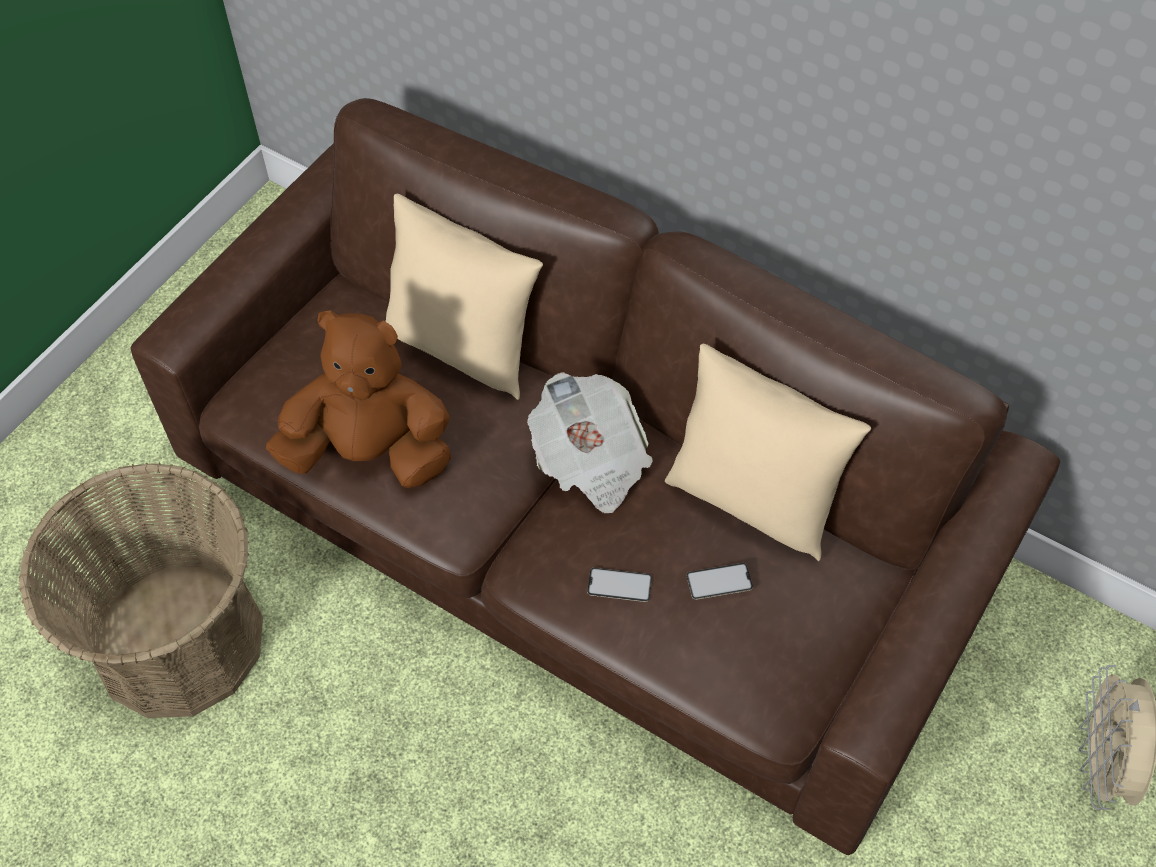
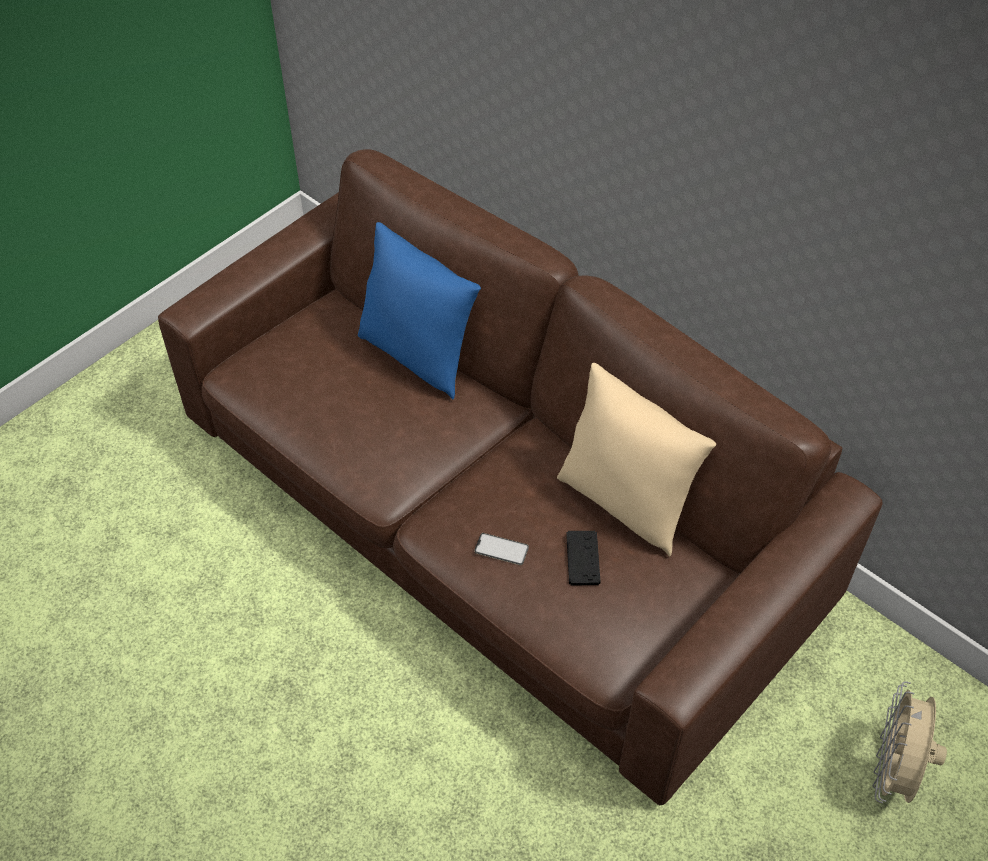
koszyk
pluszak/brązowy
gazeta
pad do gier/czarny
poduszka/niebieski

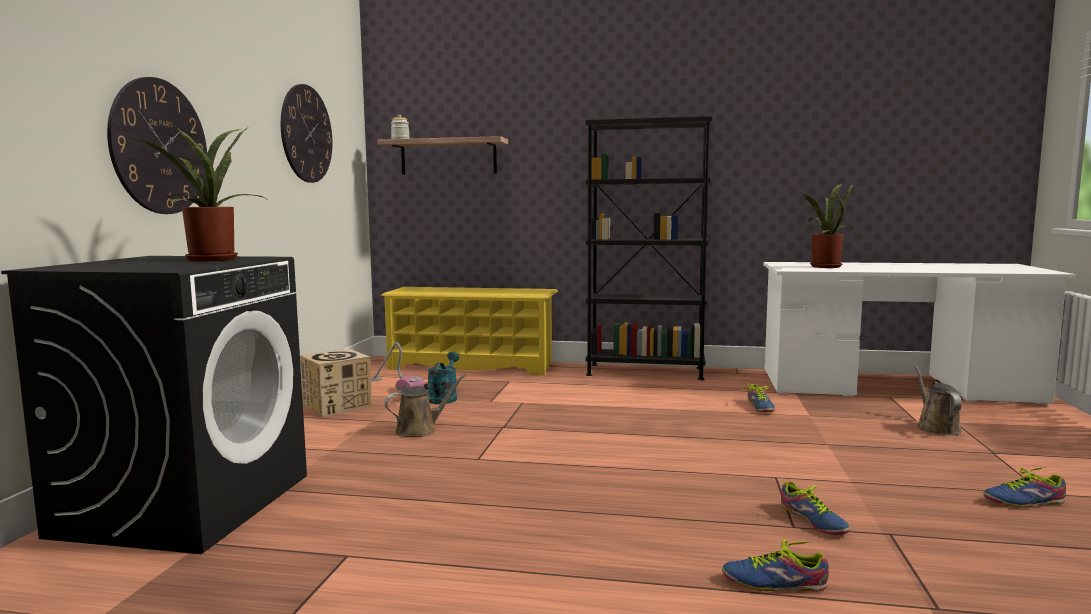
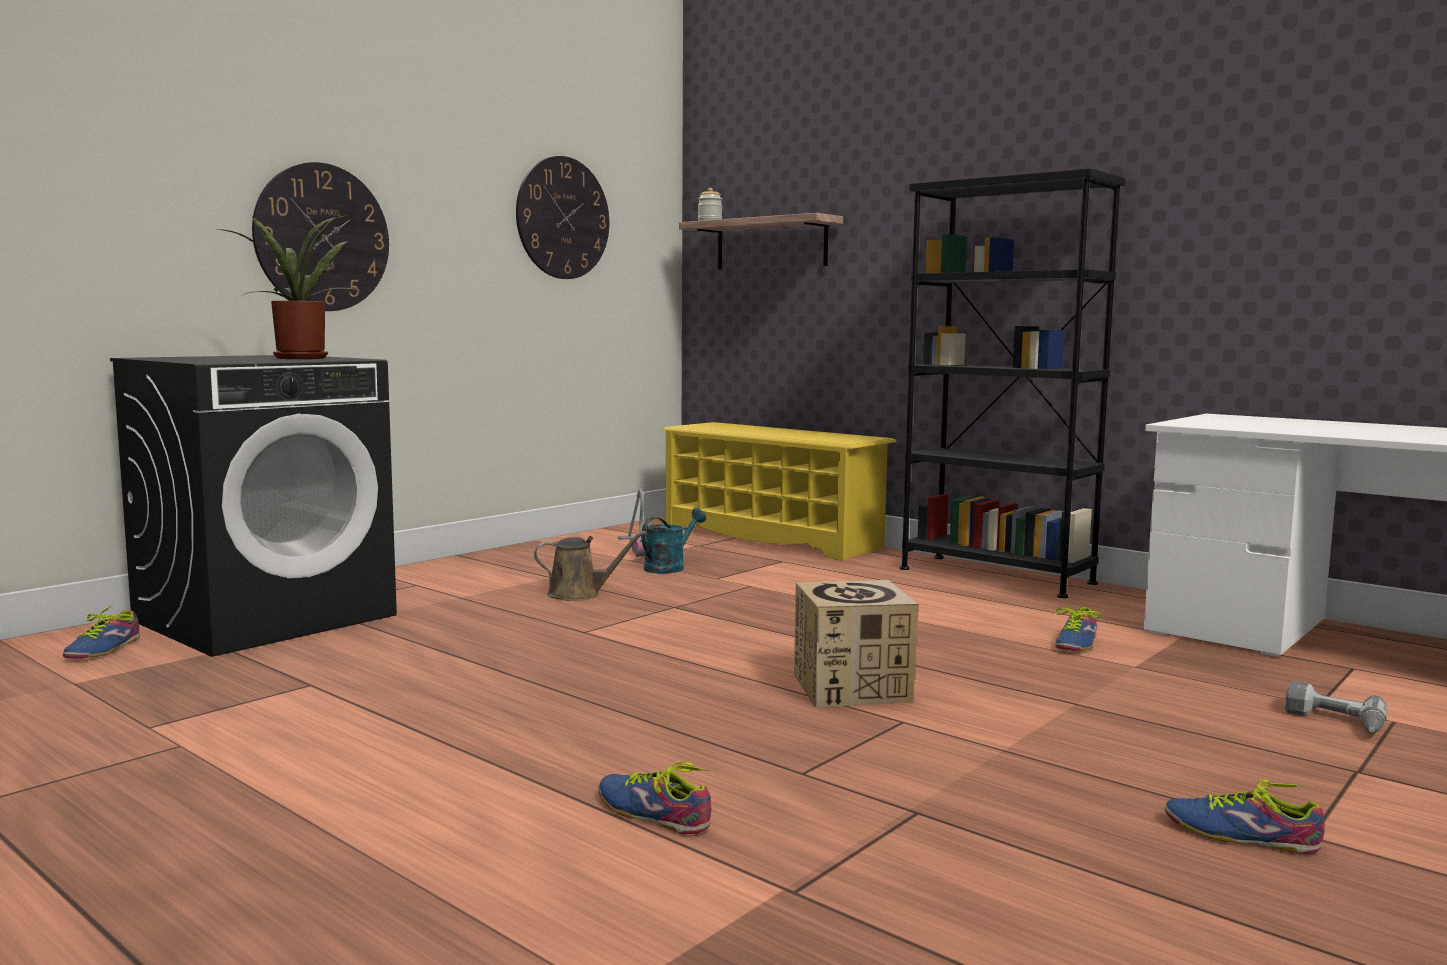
roślina doniczkowa (no. 2 from left in the first image)
karton
but (no. 1 from left)
wiertarka

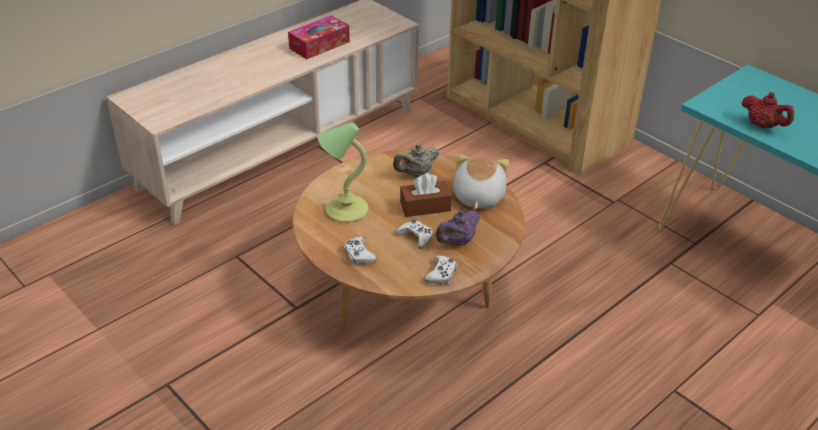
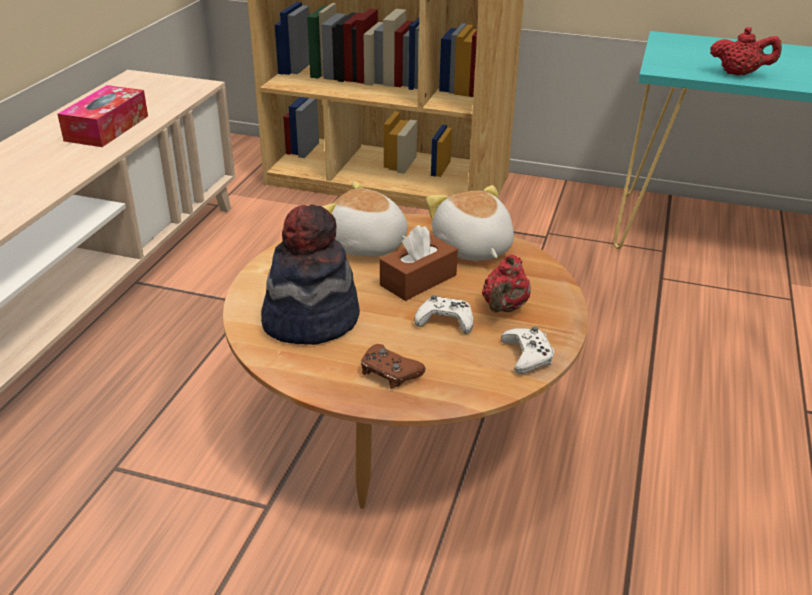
kapelusz
pluszak (no. 1 from left)
pad do gier/brązowy
imbryk/czerwony (no. 1 from left)

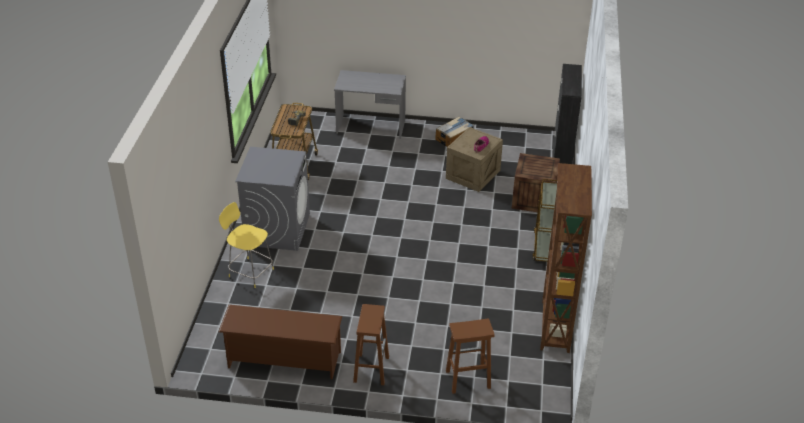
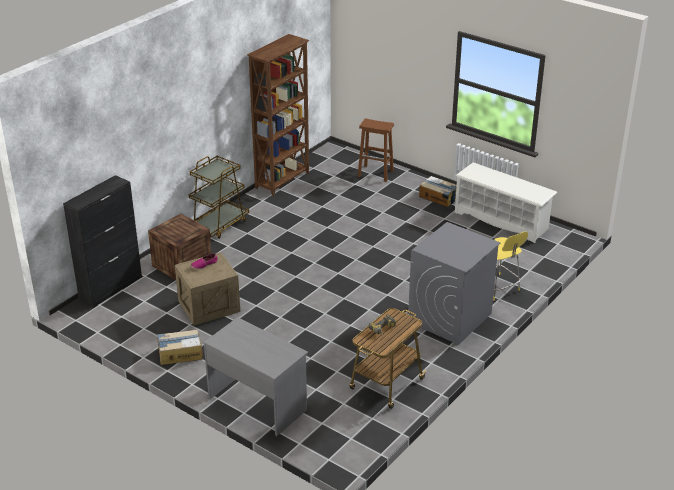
karton (no. 2 from left)
regał na buty/biały

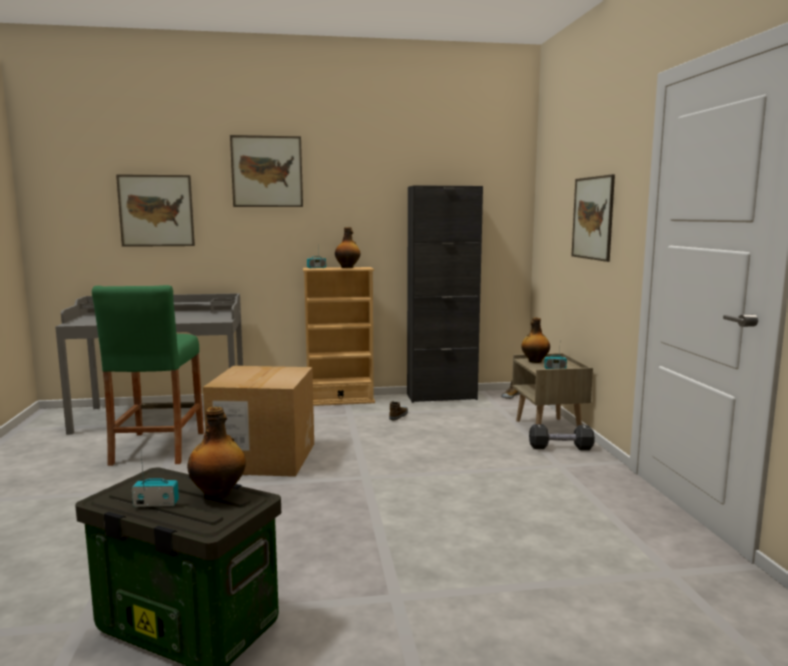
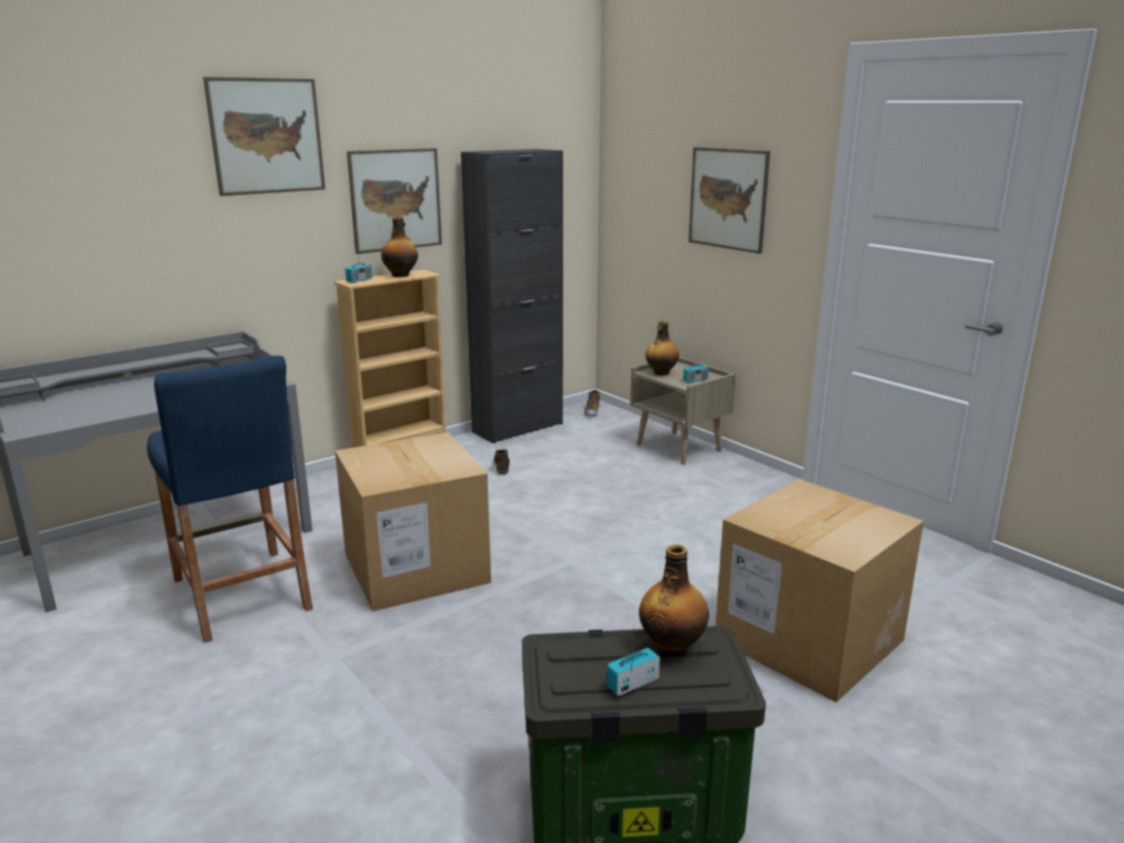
hantel/czarny
karton (no. 2 from left)
obraz (no. 2 from left)
stołek/niebieski

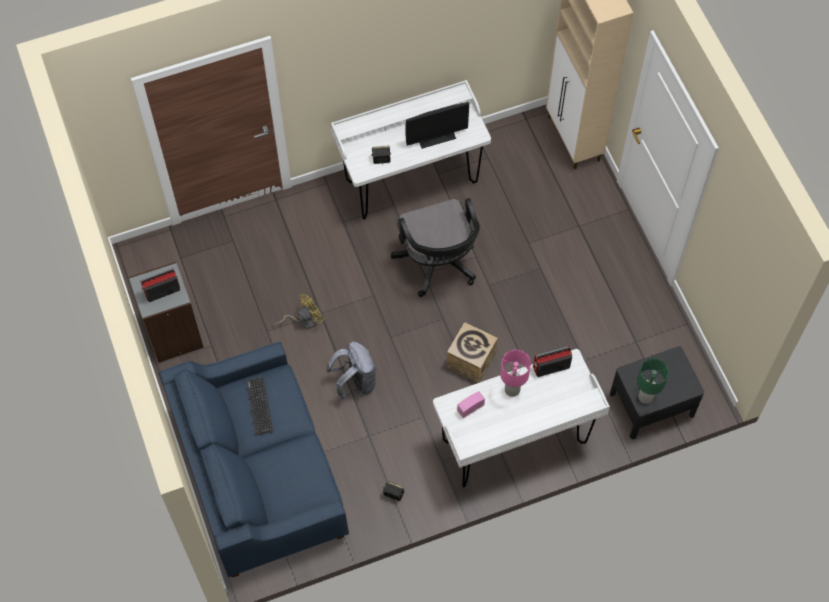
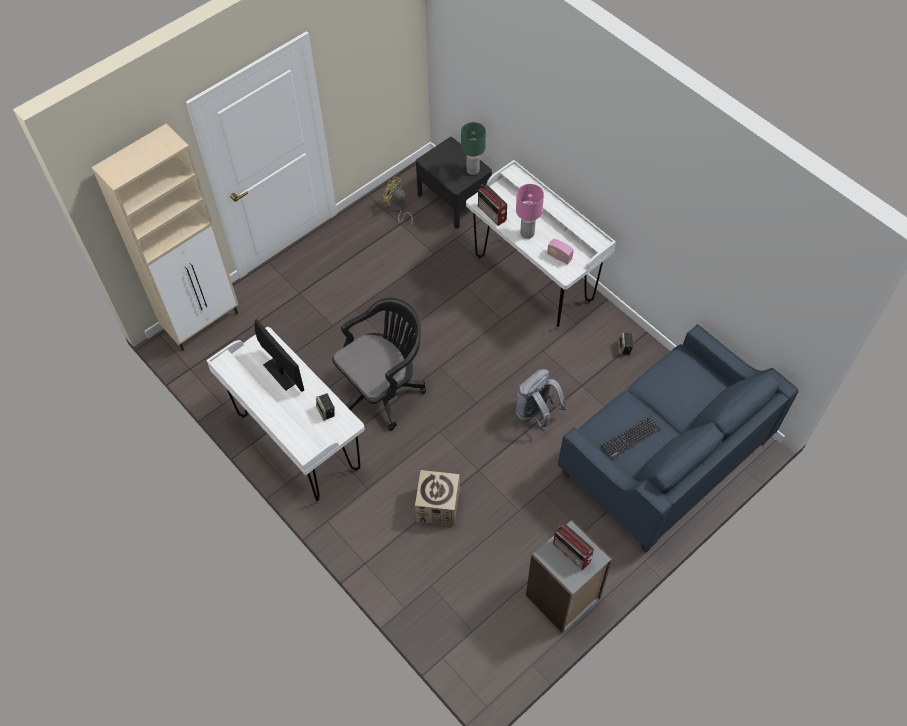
wentylator/żółty
karton

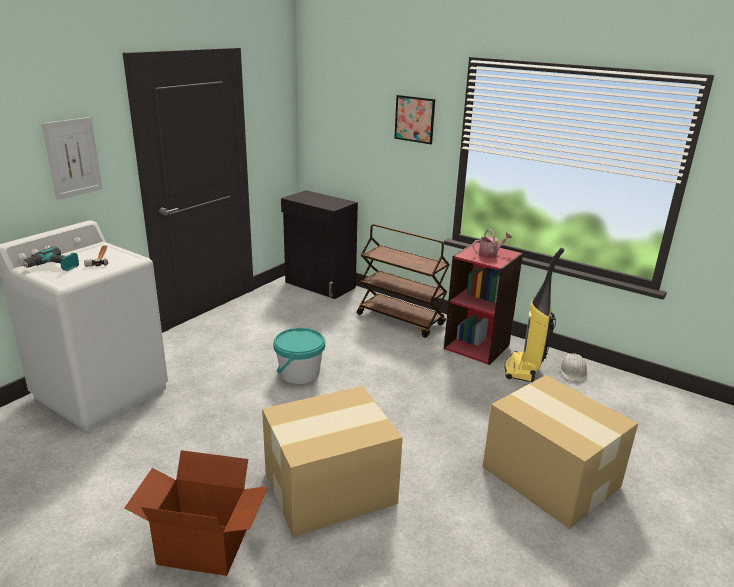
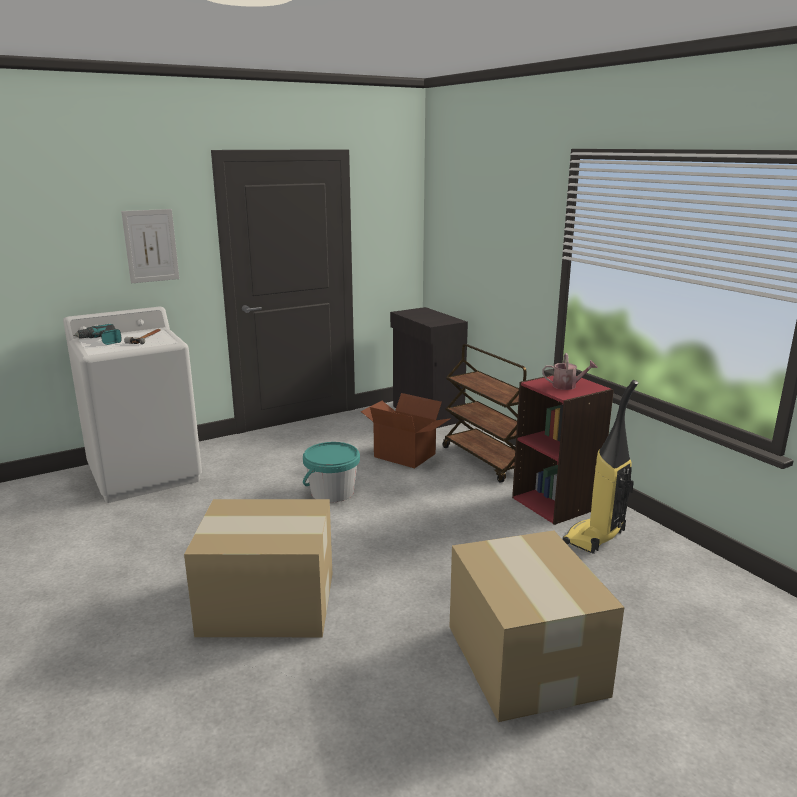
obraz (no. 2 from left in the first image)
kask/biały
karton (no. 2 from left)

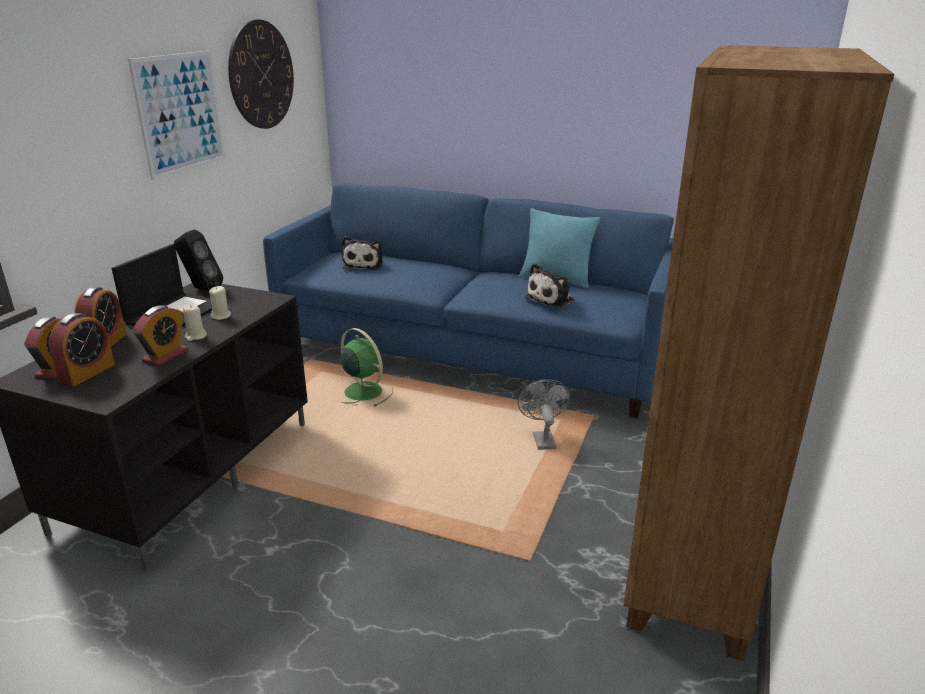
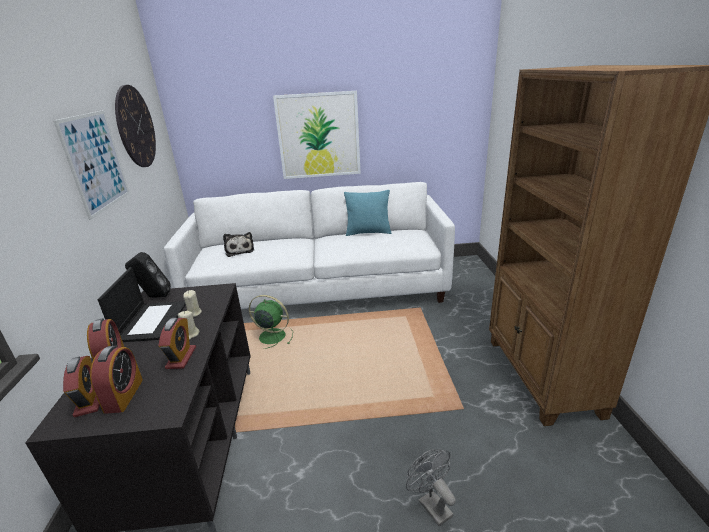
pluszak (no. 2 from left in the first image)
obraz (no. 2 from left)
wentylator/szary
kanapa/biały

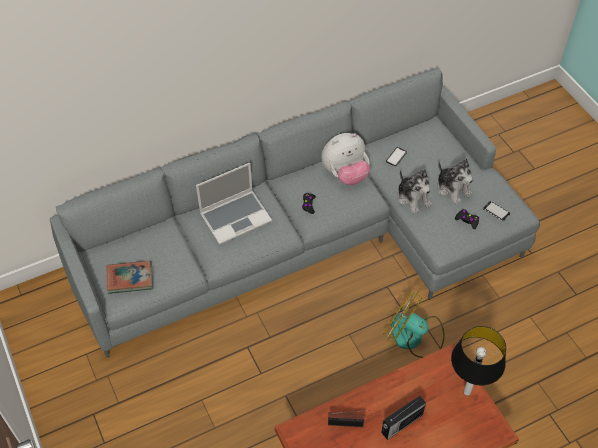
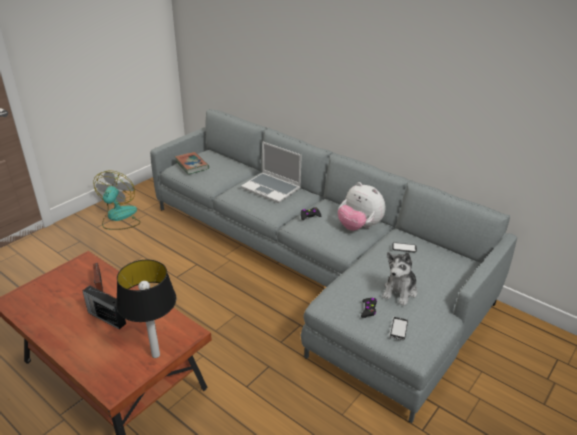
pluszak (no. 2 from left in the first image)
wentylator

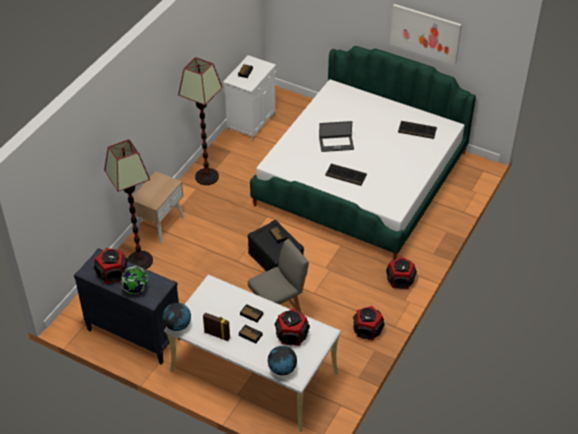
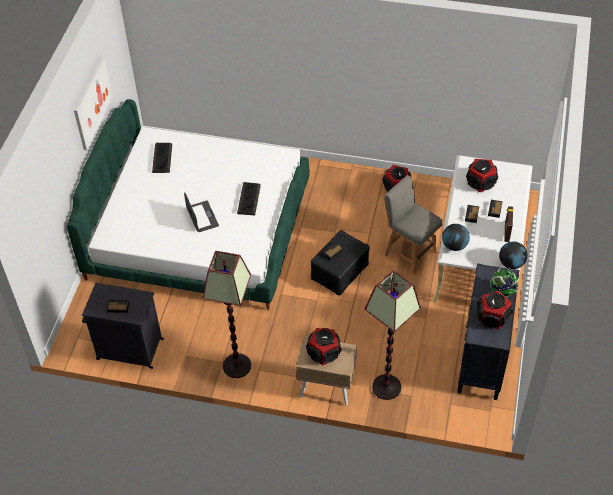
globus (no. 1 from left)
głośnik (no. 1 from left)
szafka/czarny

